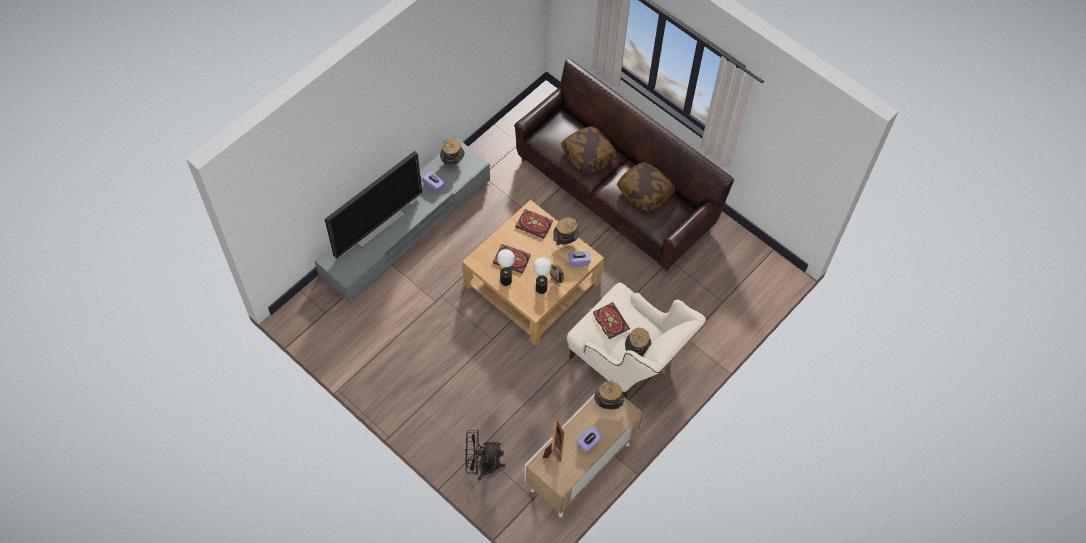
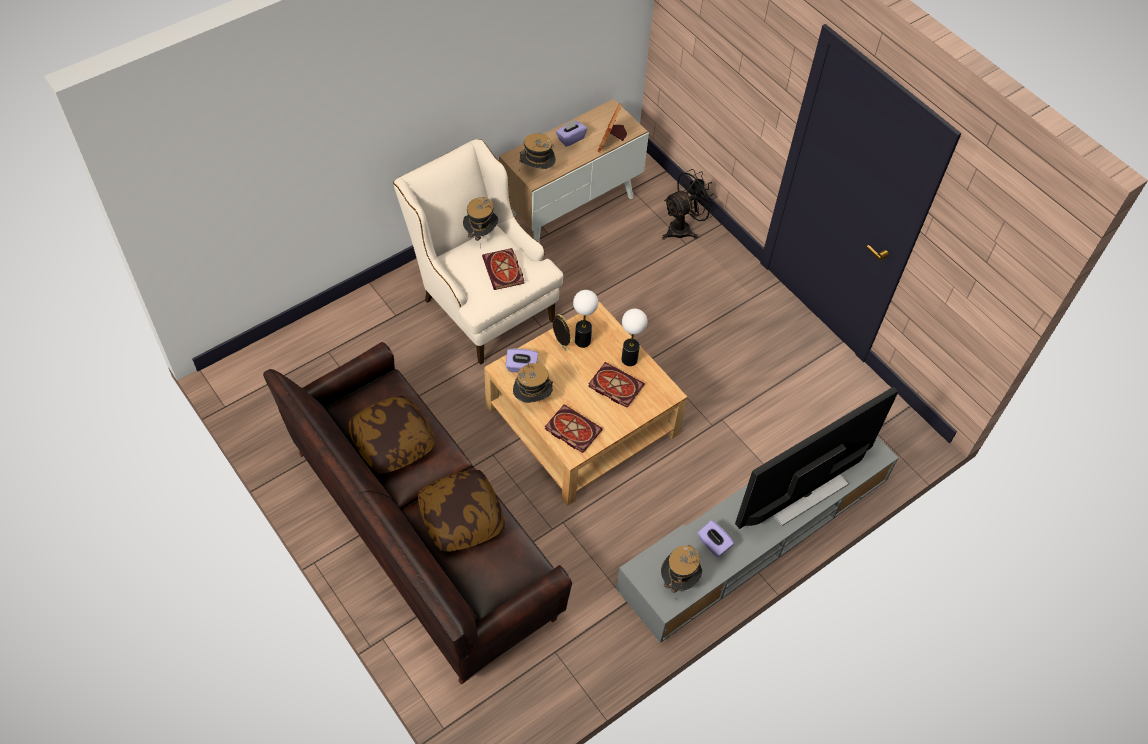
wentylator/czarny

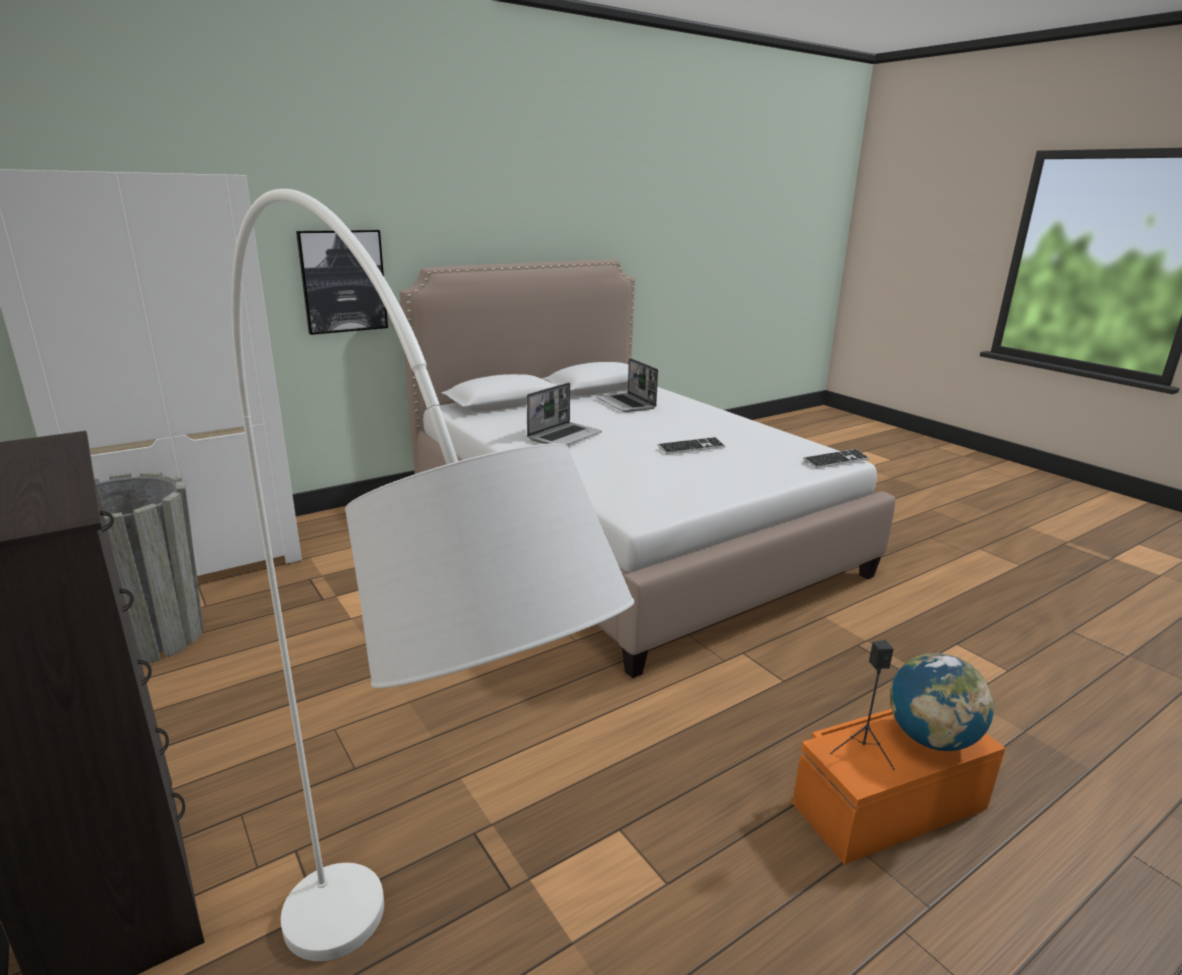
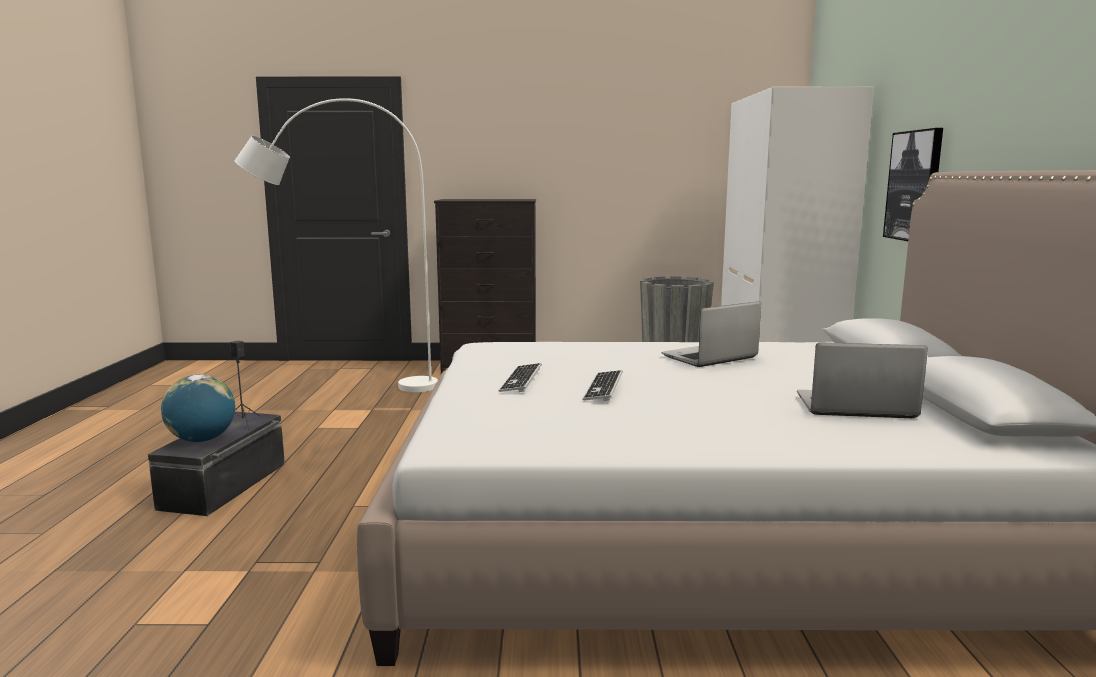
klawiatura (no. 1 from left)
pojemnik do przechowywania/czarny
laptop (no. 1 from left)

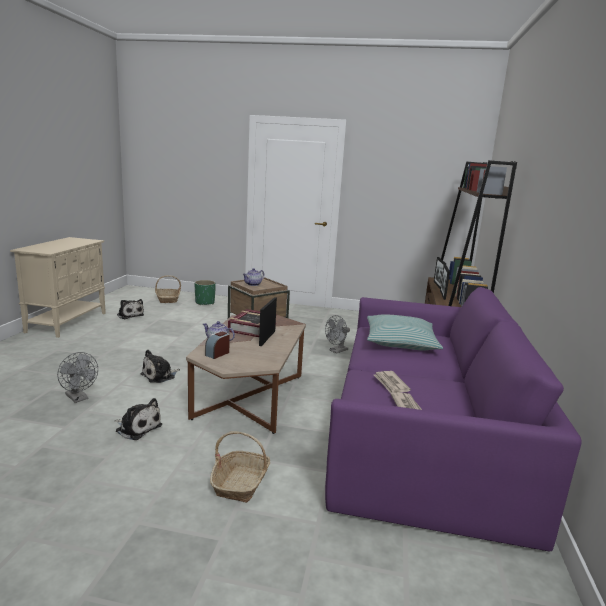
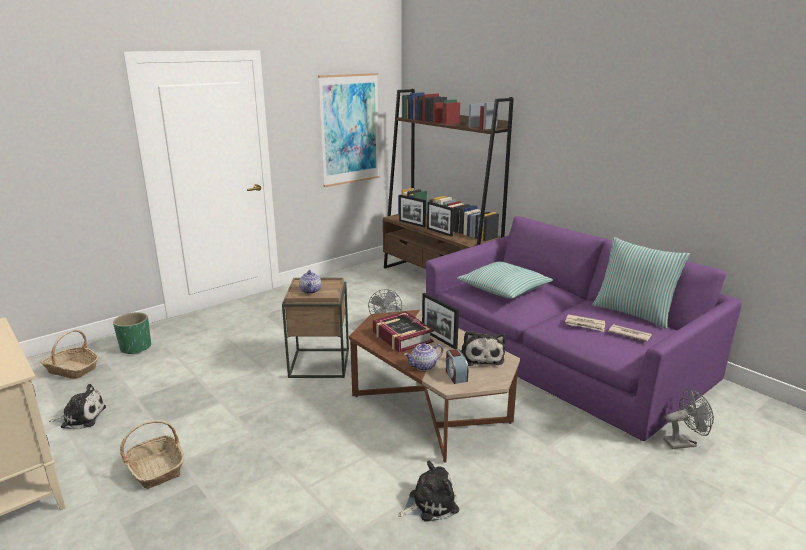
obraz
poduszka (no. 2 from left)
wentylator/szary (no. 2 from left)
pluszak (no. 3 from left)
koszyk (no. 2 from left)

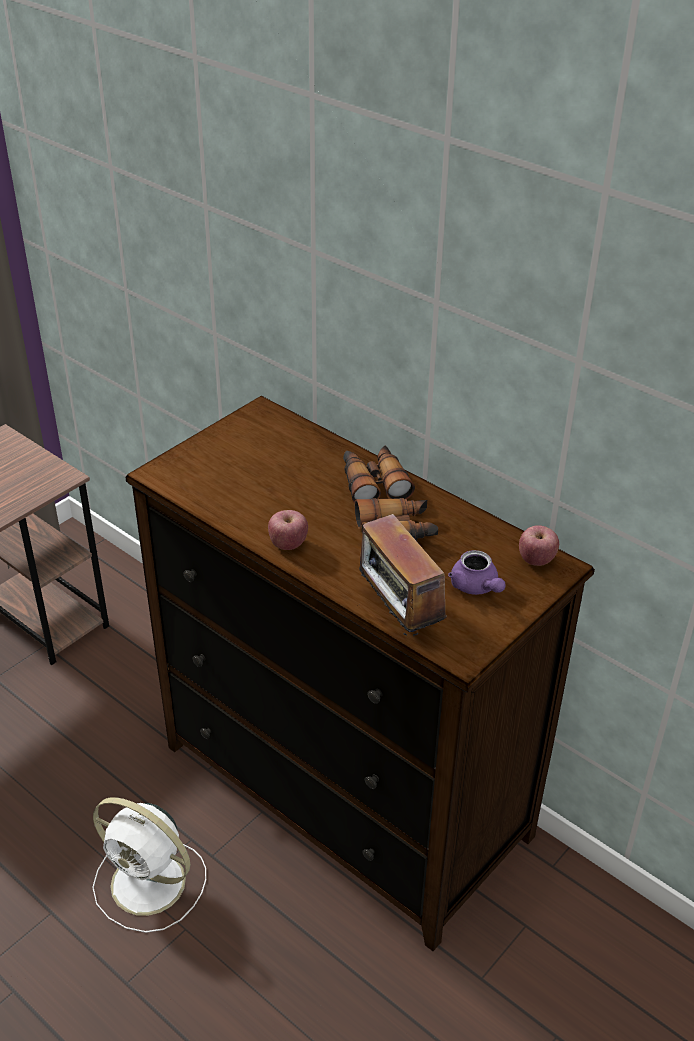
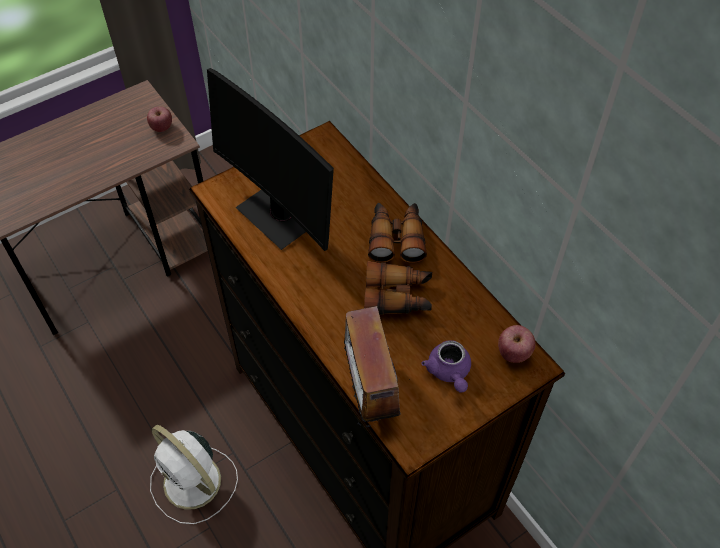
monitor
jabłko (no. 1 from left)

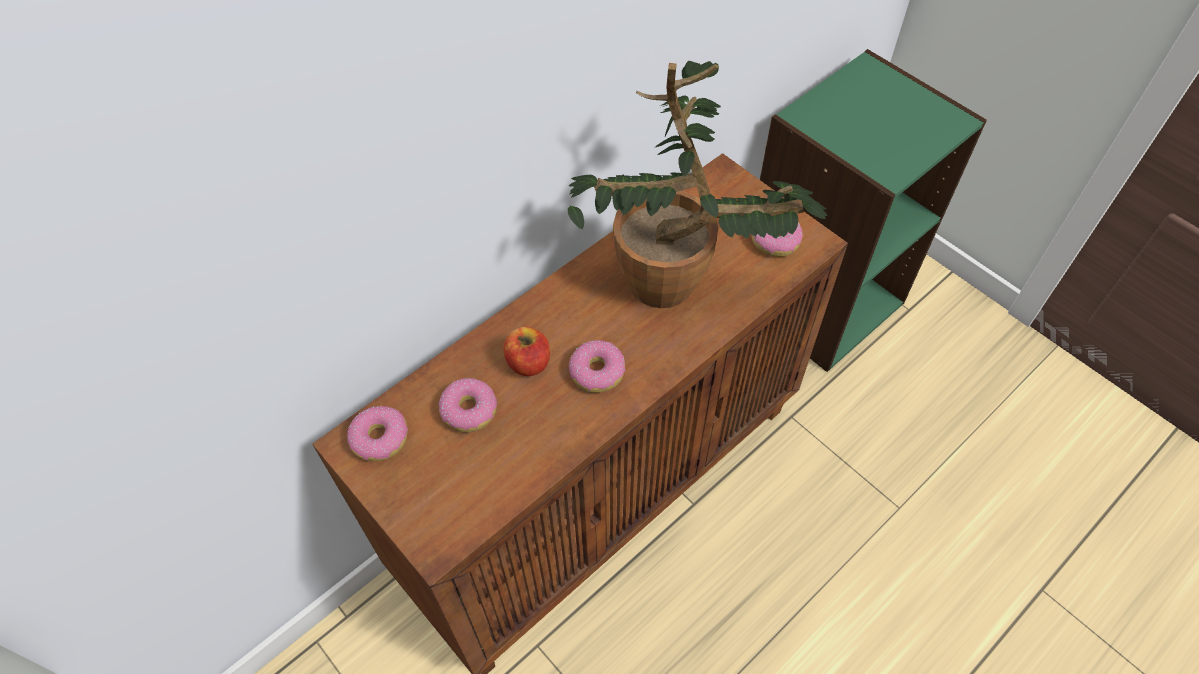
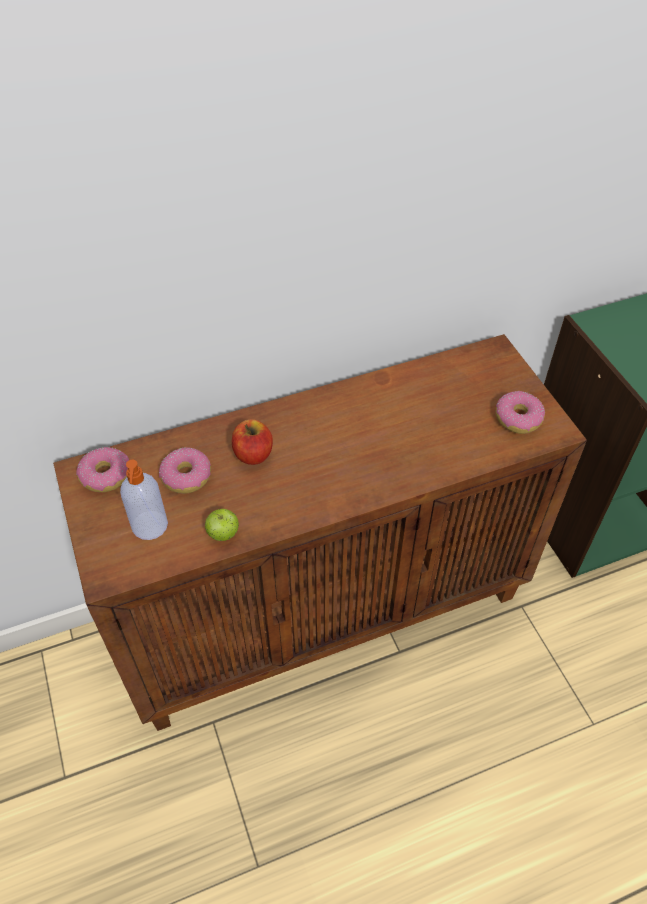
roślina doniczkowa
donut (no. 3 from left in the first image)
dozownik mydła
jabłko (no. 1 from left)

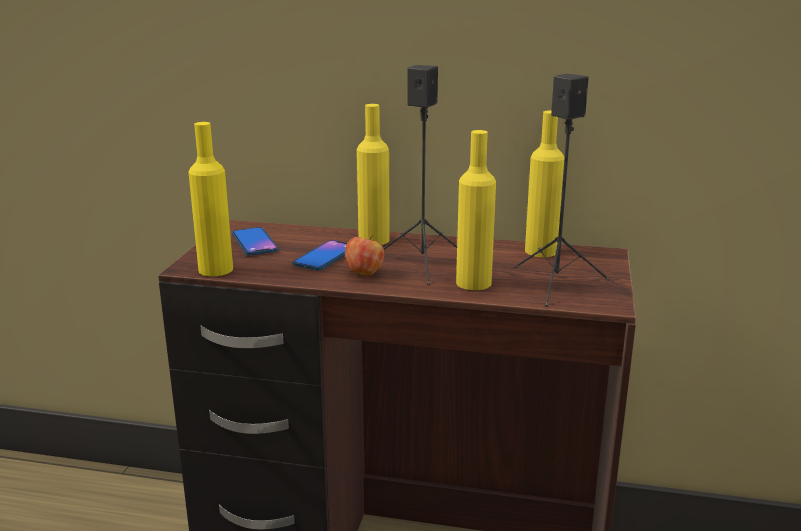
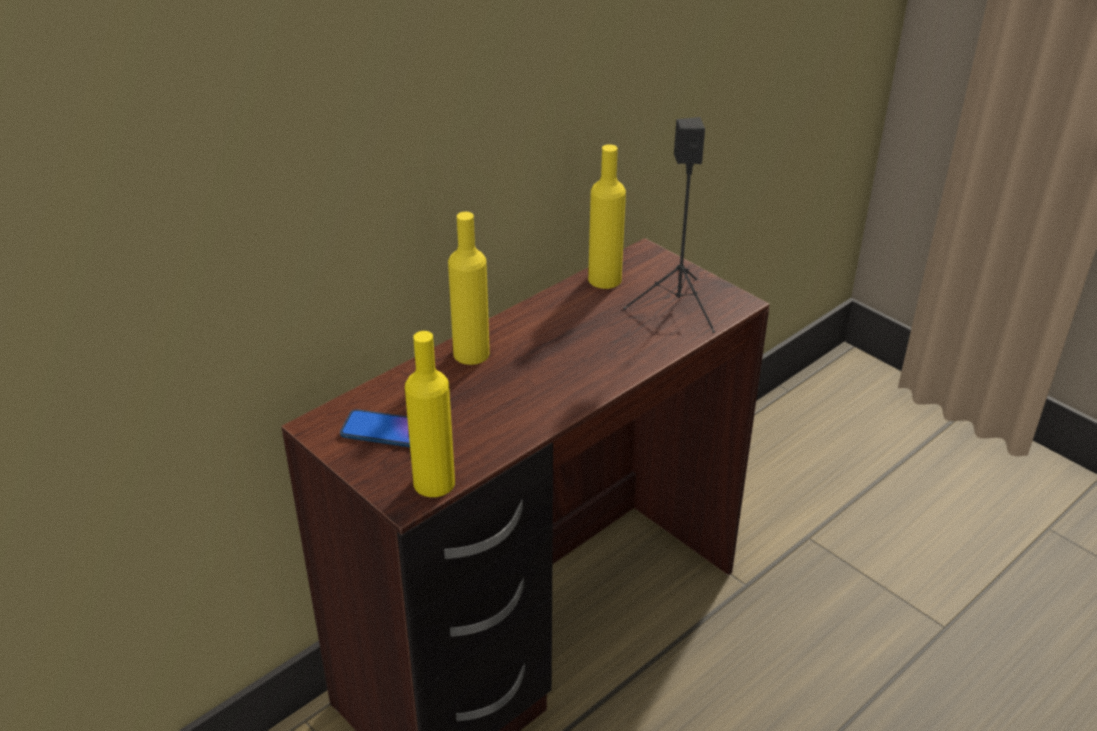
telefon (no. 2 from left in the first image)
jabłko
głośnik/czarny (no. 1 from left in the first image)
butelka/żółty (no. 3 from left in the first image)

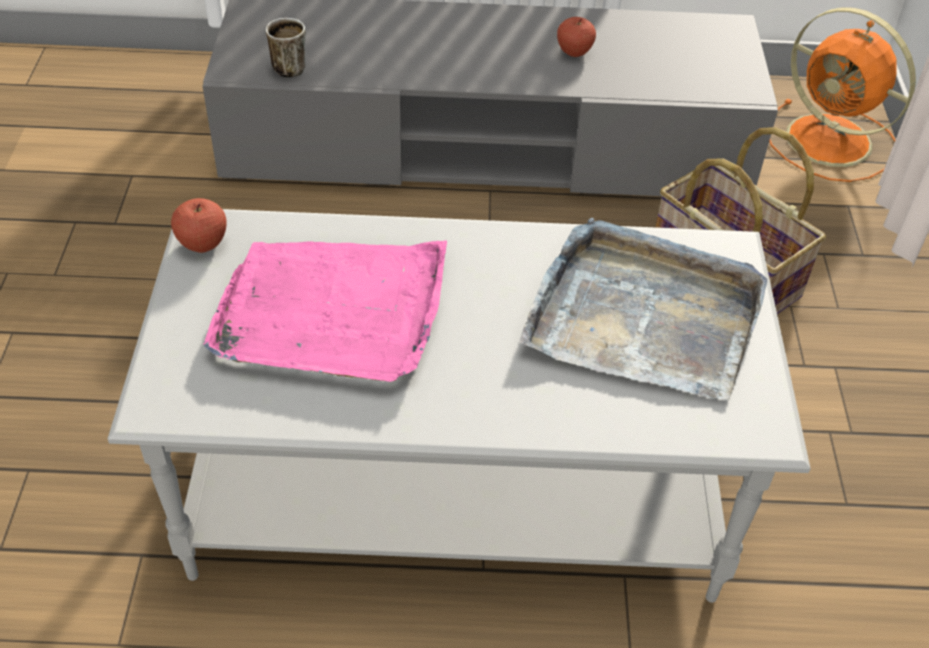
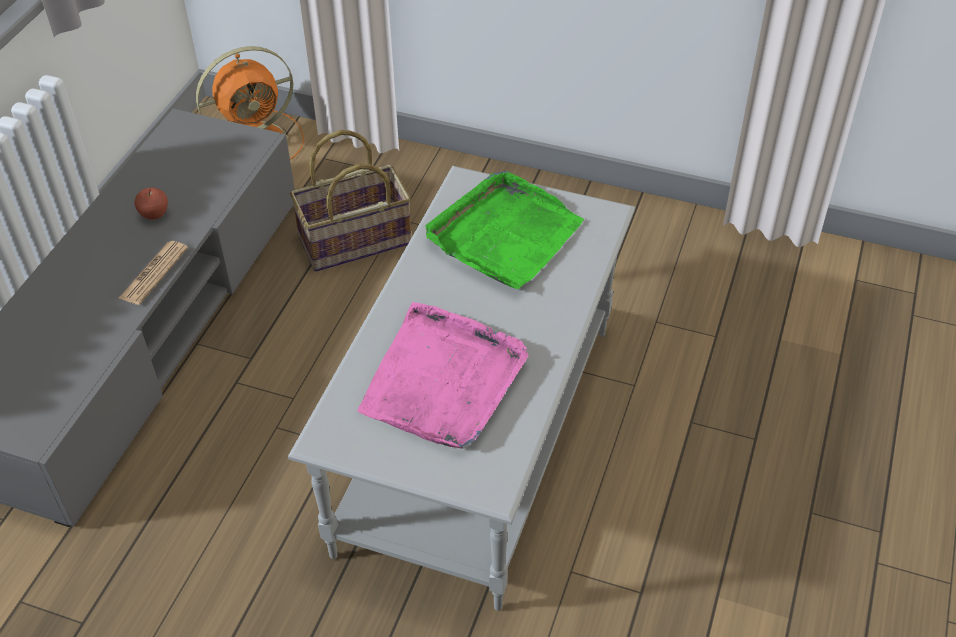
jabłko (no. 1 from left in the first image)
kubek
gazeta
taca/zielony

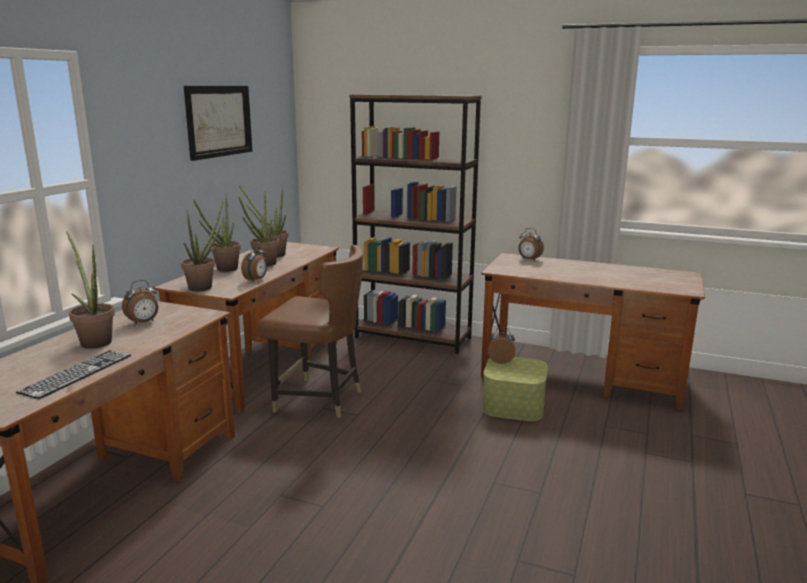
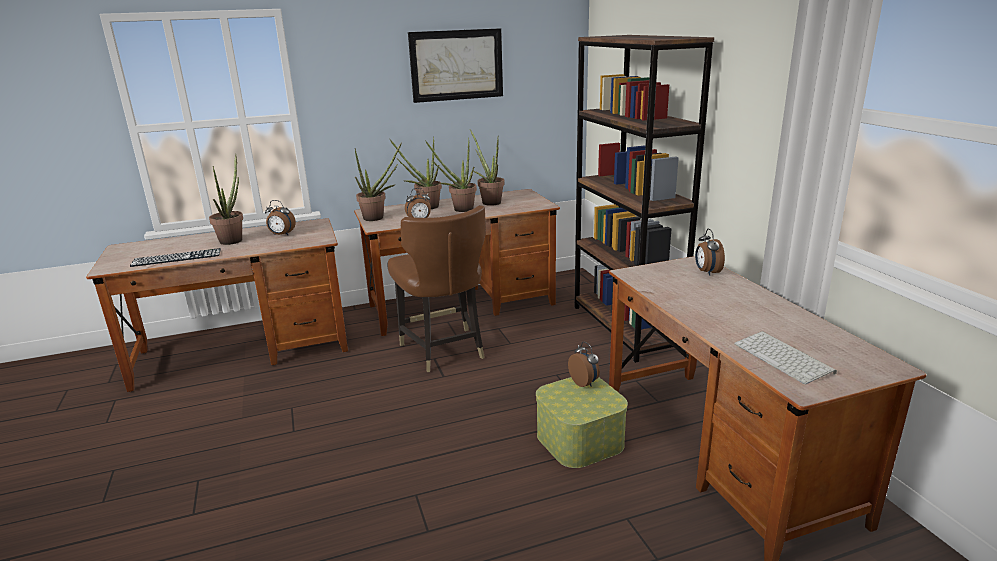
klawiatura (no. 2 from left)

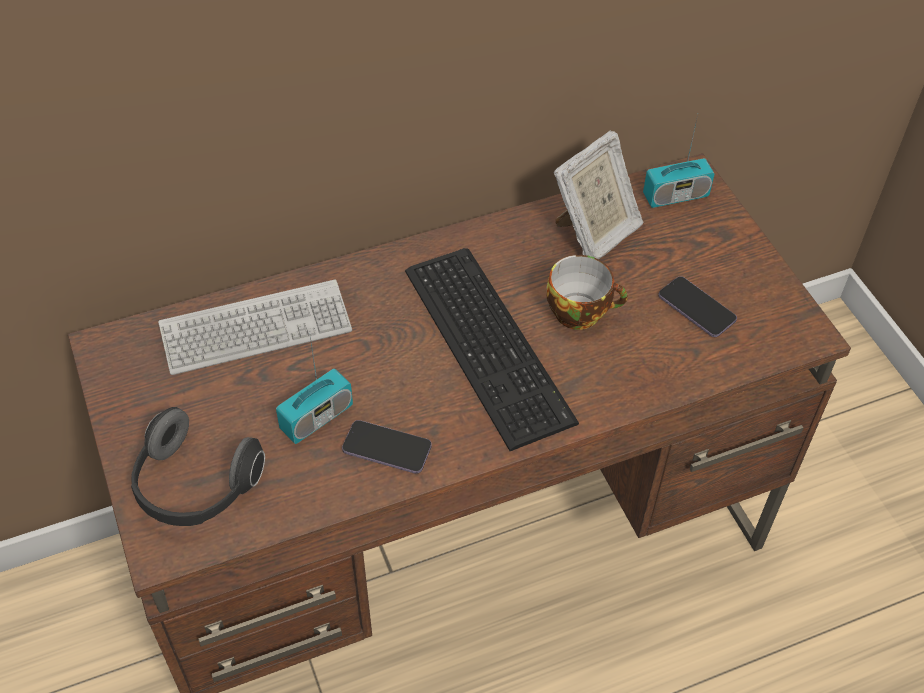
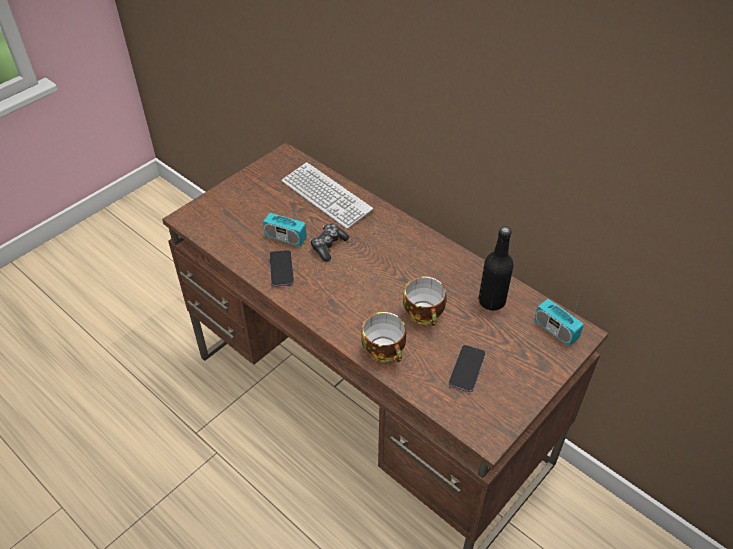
słuchawki
klawiatura (no. 2 from left in the first image)
pad do gier
filiżanka (no. 1 from left)
butelka/czarny

